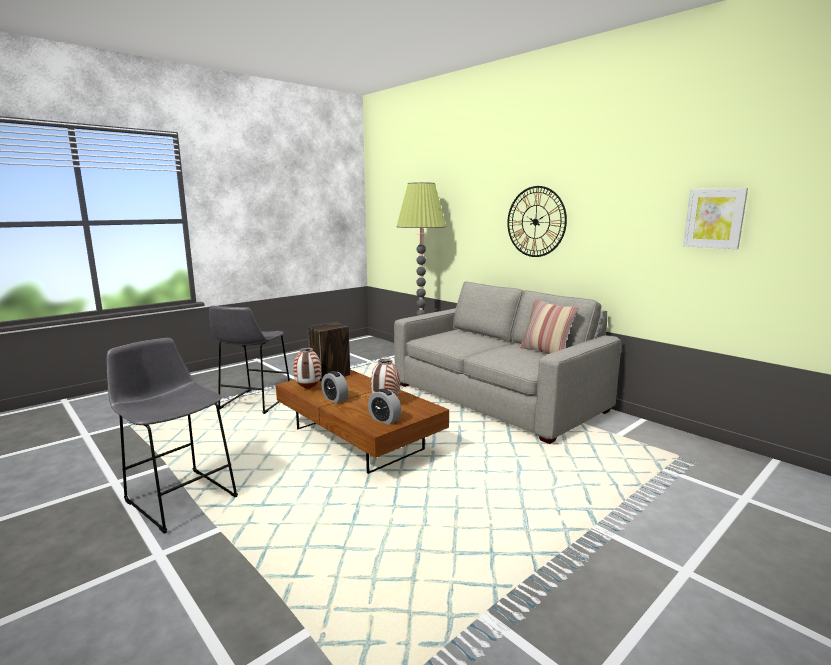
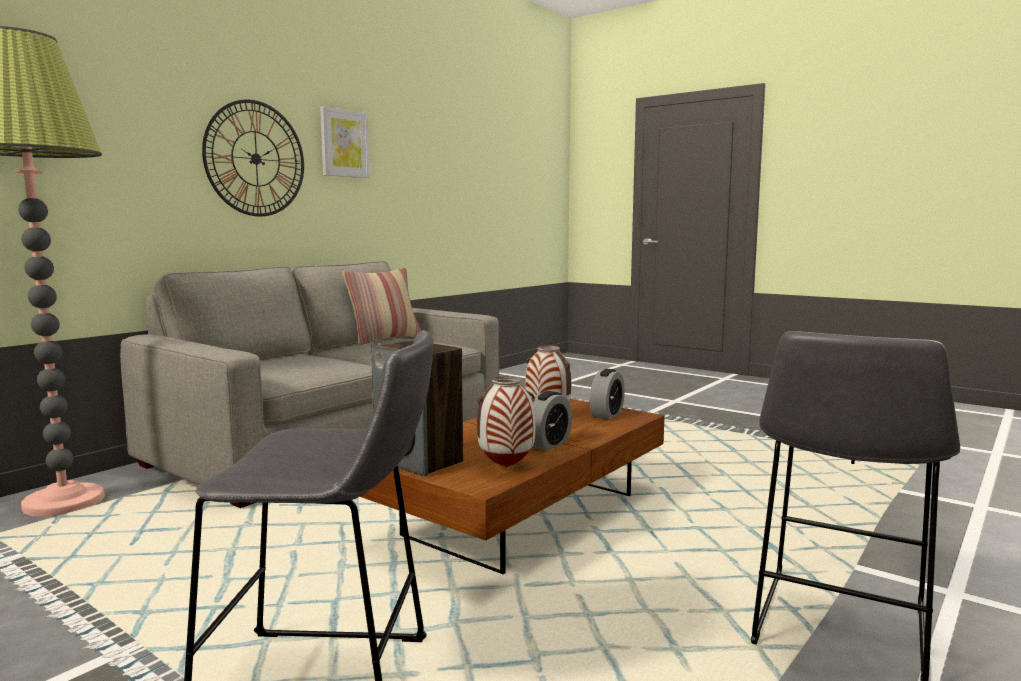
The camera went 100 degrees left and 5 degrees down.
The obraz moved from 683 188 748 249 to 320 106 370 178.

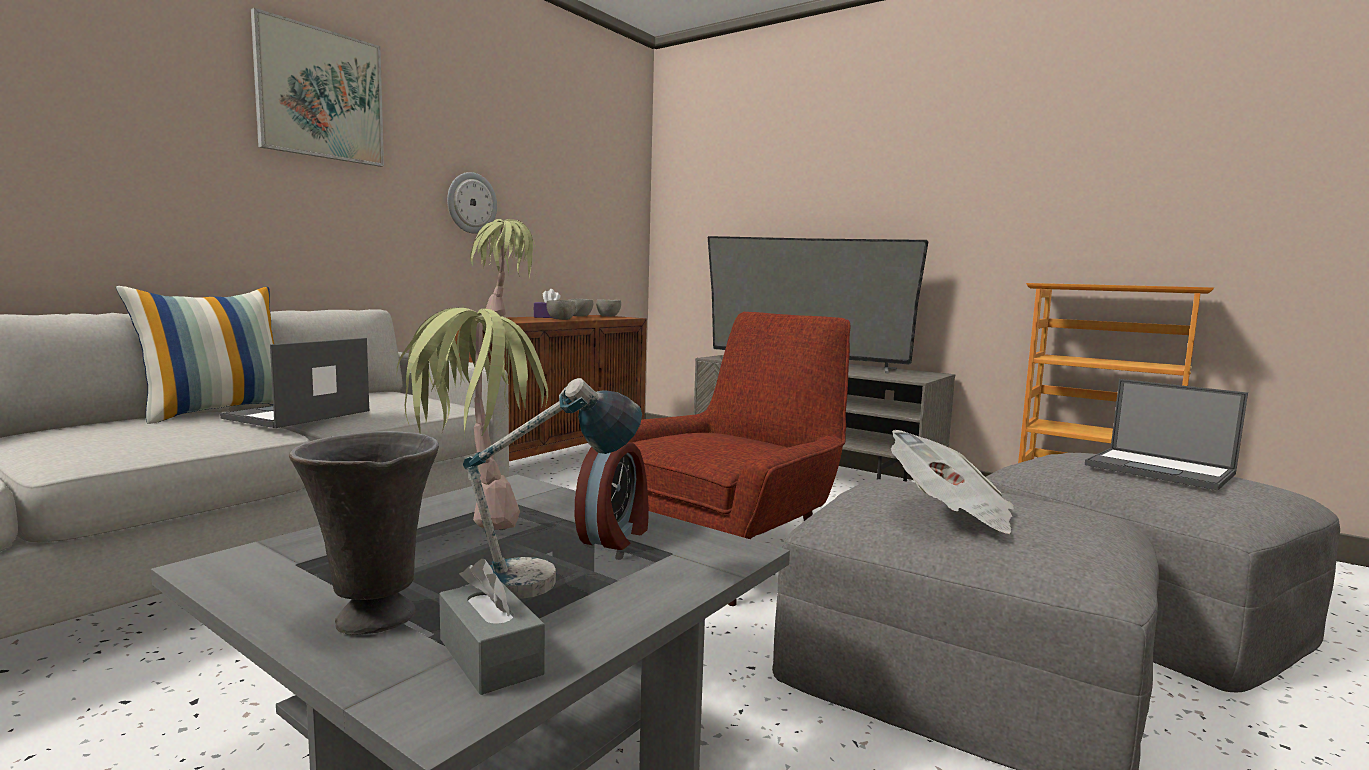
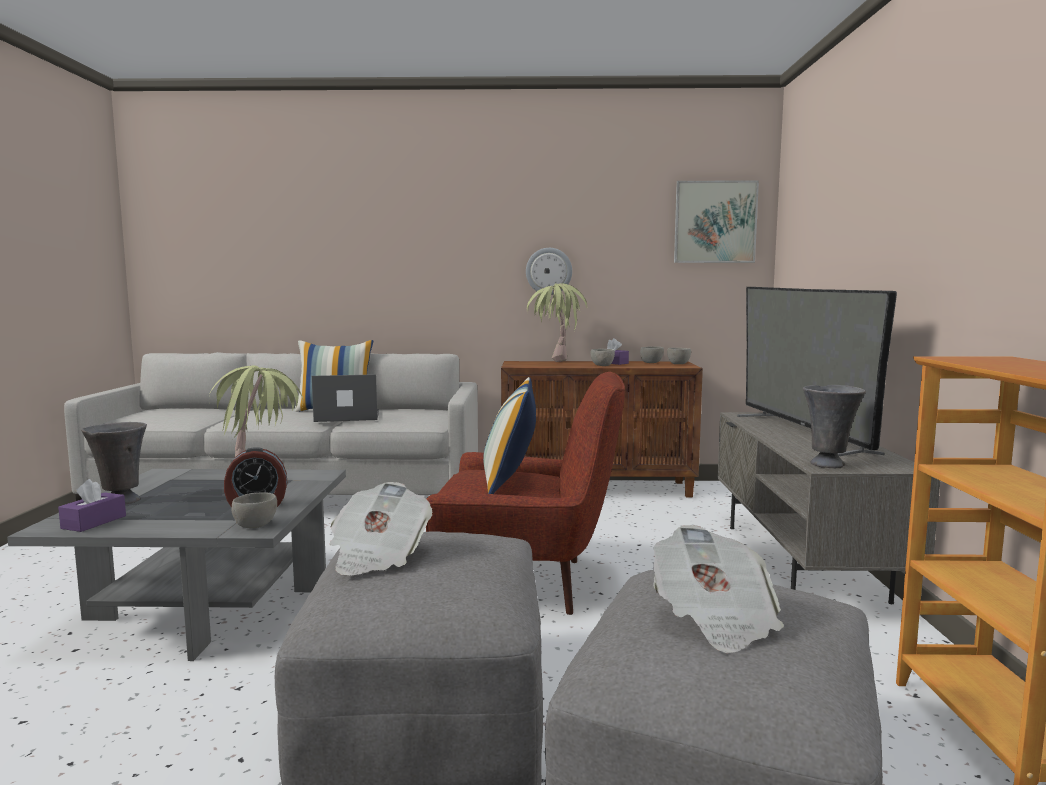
The camera went 55 degrees right and 0 degrees up.
The pudełko chusteczek/szary at 439 559 545 695 became the pudełko chusteczek/fioletowy at 58 479 126 532.
The miska/szary at 232 492 277 528 appeared.
The poduszka at 483 377 536 494 appeared.
The laptop at 1085 379 1248 490 was replaced by the gazeta at 653 525 784 653.
The obraz moved from 251 8 384 167 to 674 180 759 263.
The wazon/szary at 803 385 866 468 appeared.
The lampa stołowa at 463 378 642 599 disappeared.

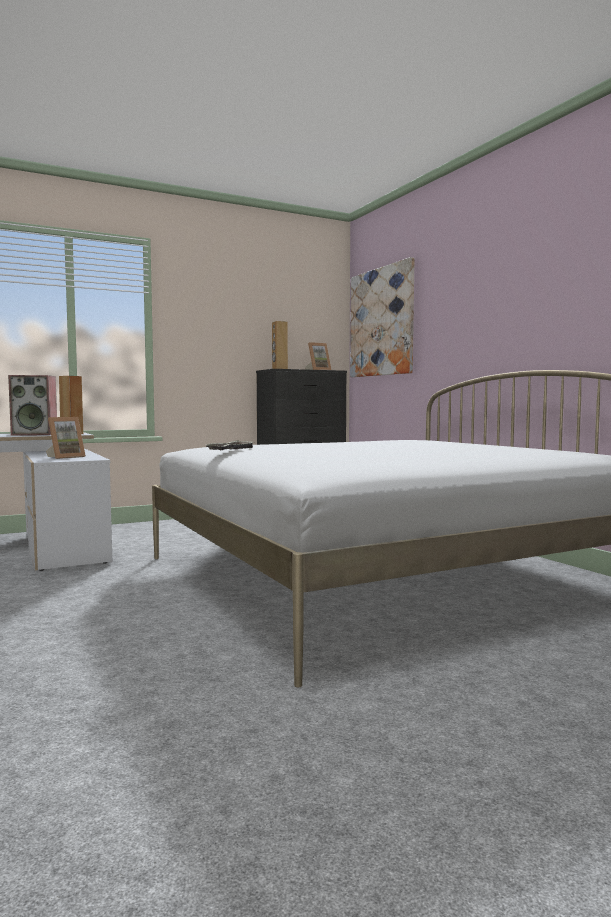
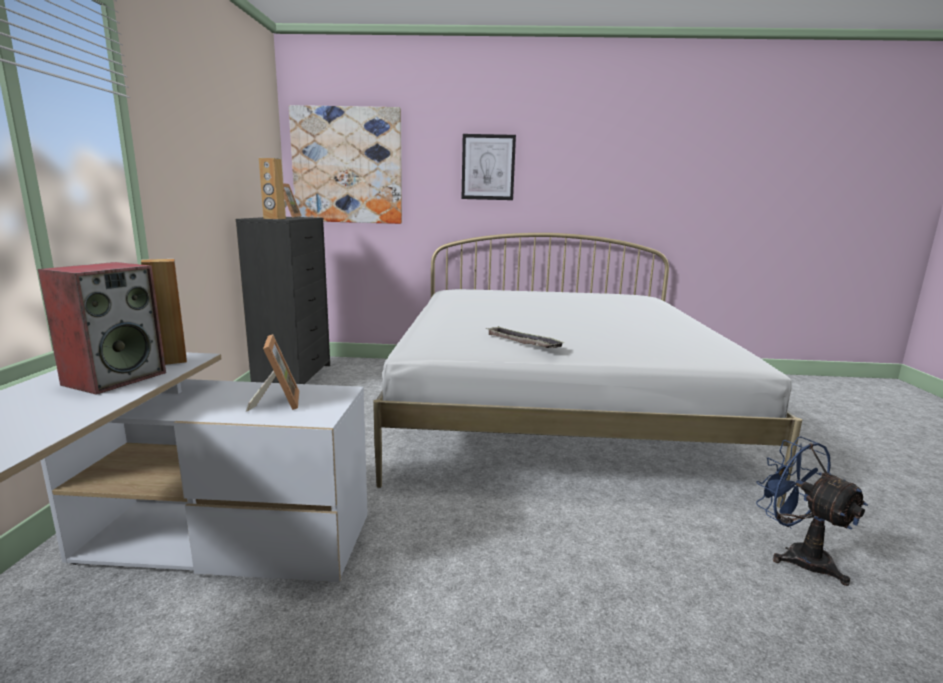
The camera went 60 degrees left and 10 degrees up.
The obraz at 462 134 516 200 appeared.
The wentylator/niebieski at 756 436 868 586 appeared.

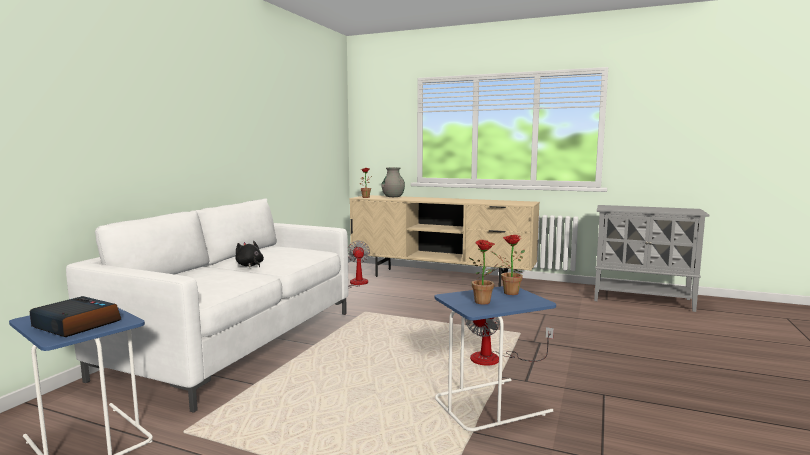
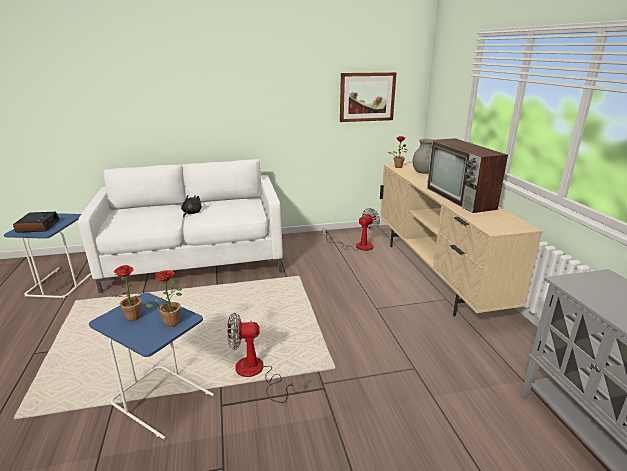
The camera went 55 degrees right and 15 degrees up.
The obraz at 340 72 396 122 appeared.
The telewizor at 427 138 508 213 appeared.

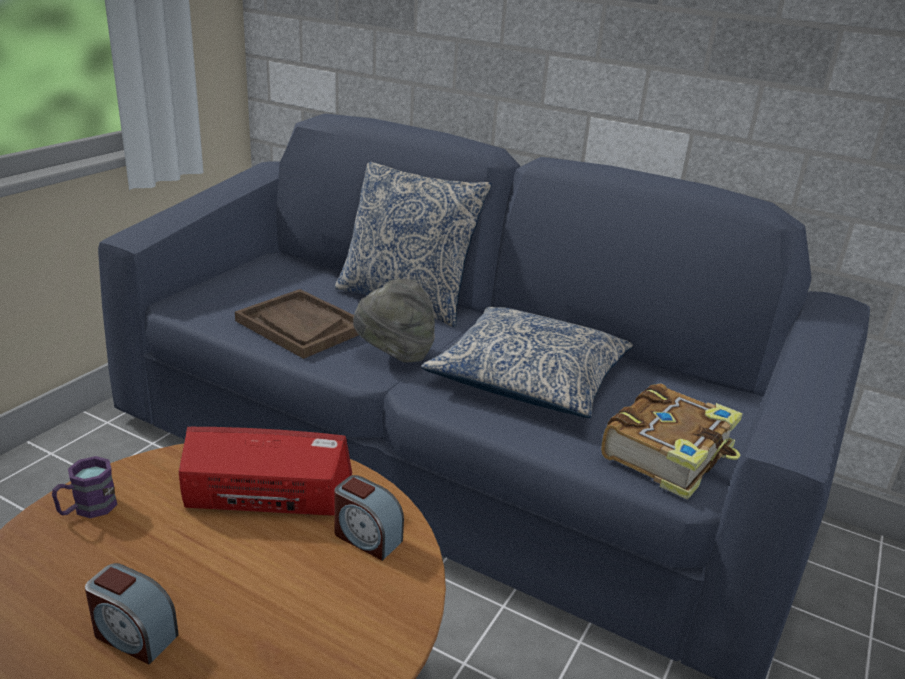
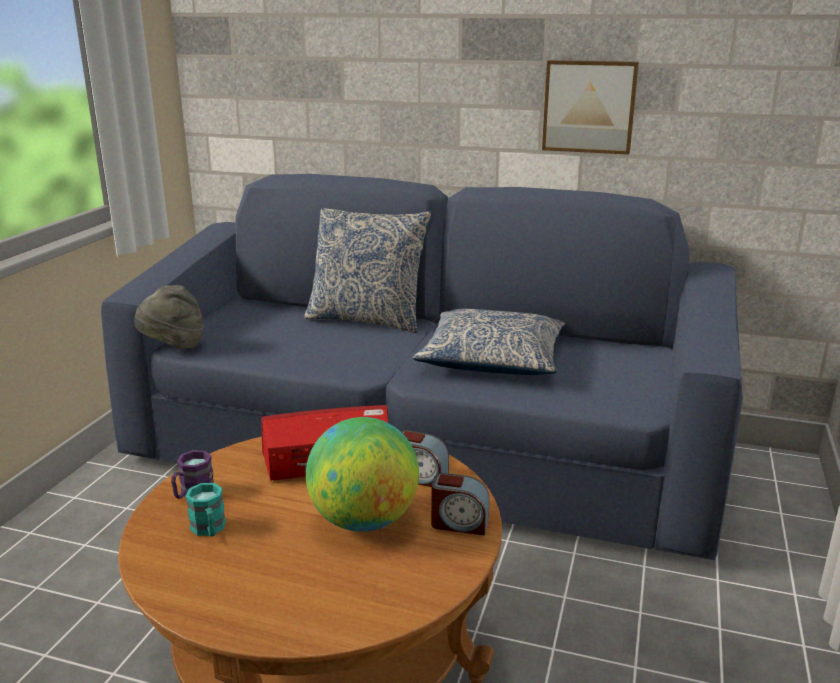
The camera went 10 degrees left and 5 degrees down.
The kapelusz/szary moved from 353 279 435 363 to 134 285 204 349.
The kubek/turkusowy at 186 483 226 537 appeared.
The globus at 306 417 419 532 appeared.
The budzik moved from 85 563 179 664 to 431 473 490 535.
The obraz at 542 60 639 155 appeared.
The taca/brązowy at 235 289 359 359 disappeared.
The książka at 601 383 743 500 disappeared.

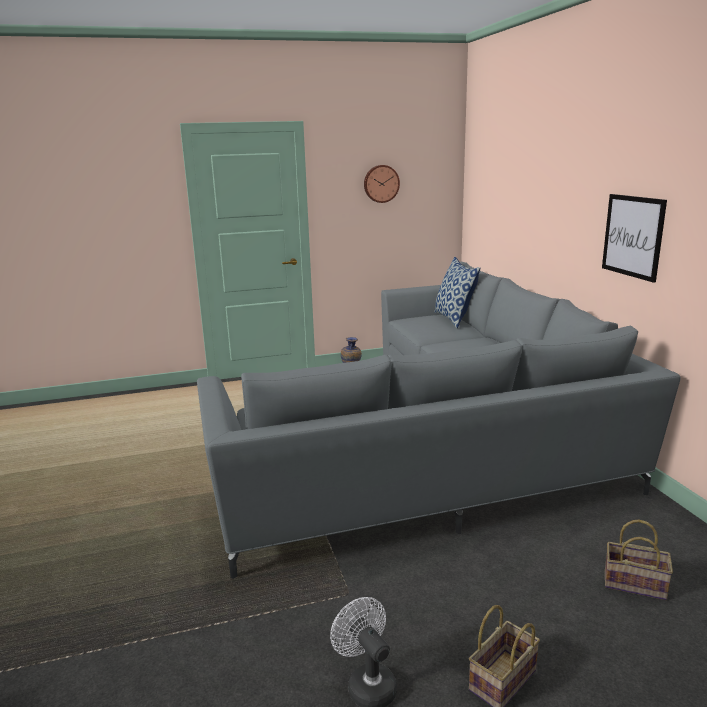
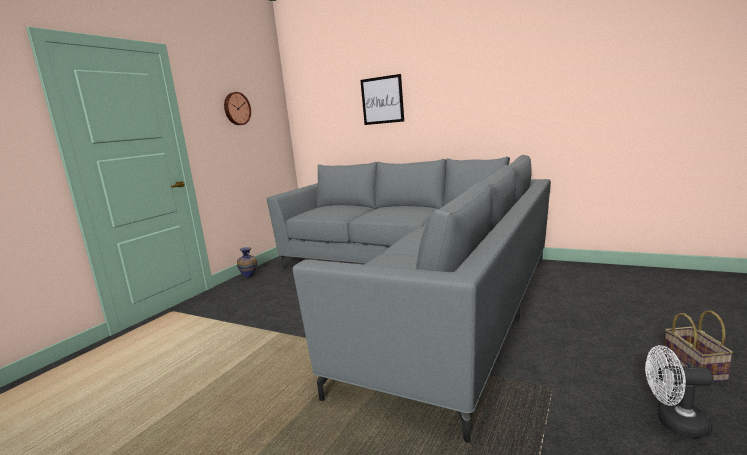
The camera went 45 degrees left and 5 degrees down.
The obraz moved from 602 194 667 283 to 360 74 404 125.
The poduszka at 434 257 480 328 disappeared.
The koszyk at 605 519 673 600 disappeared.

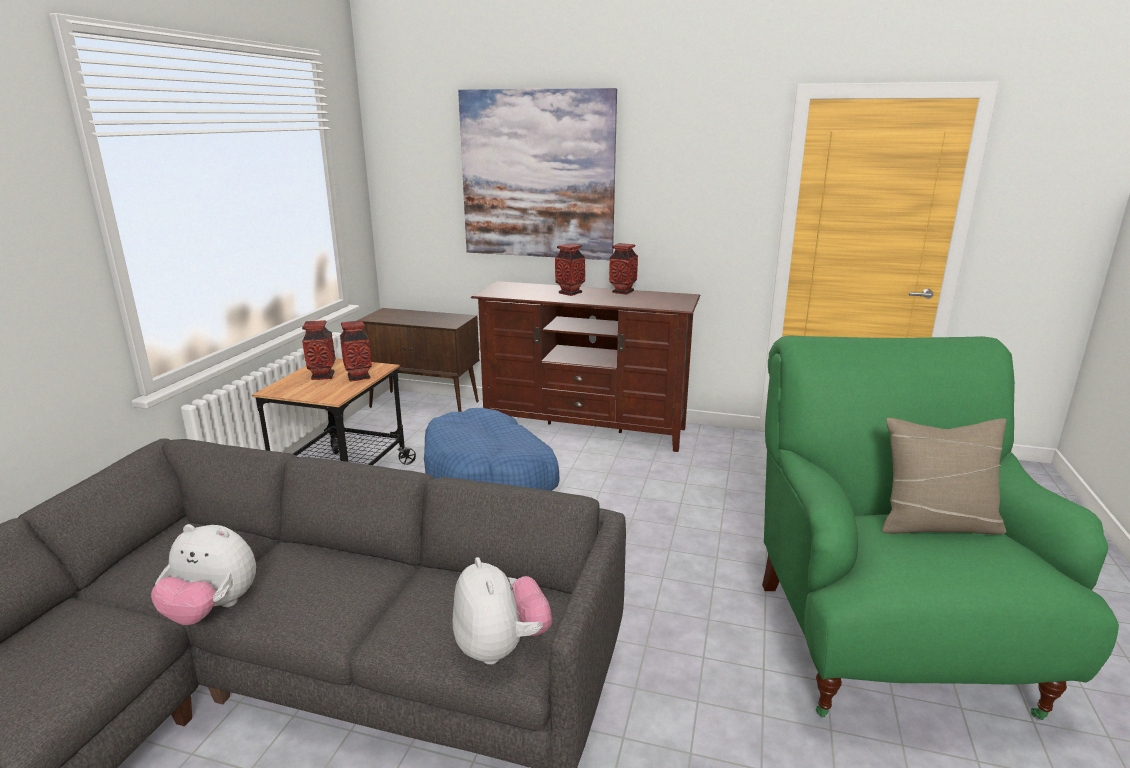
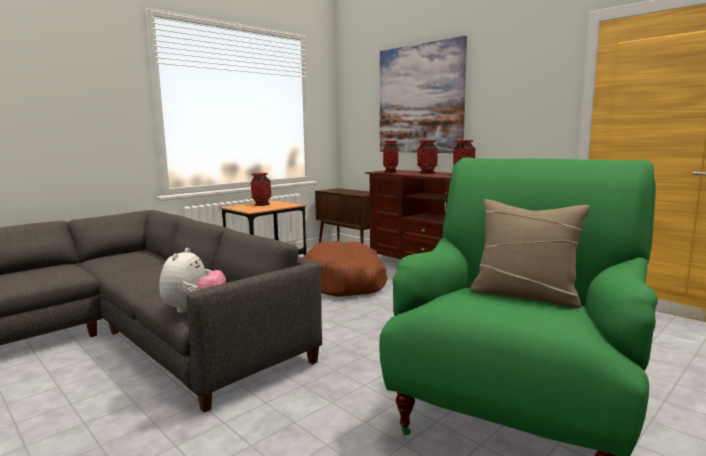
The camera went 30 degrees right and 10 degrees down.
The legowisko/niebieski at 424 408 560 491 became the legowisko/brązowy at 303 241 388 297.
The wazon moved from 340 321 372 381 to 383 140 398 173.
The pluszak at 151 524 256 625 disappeared.

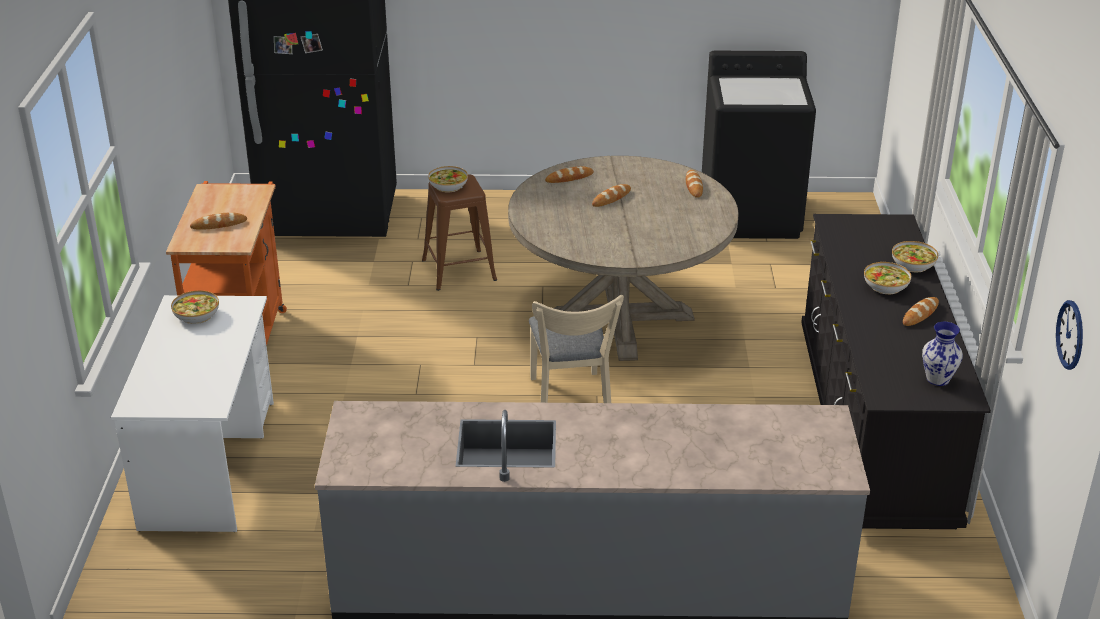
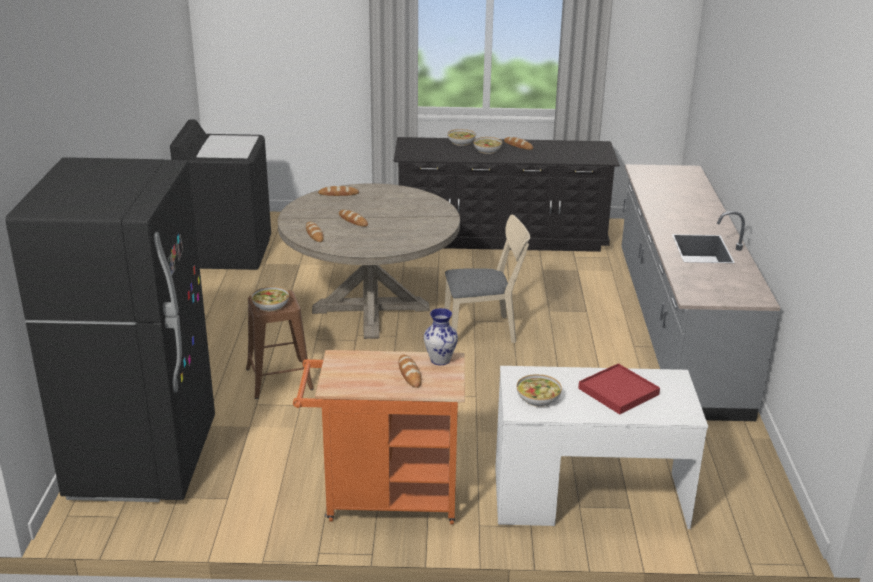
The camera went 90 degrees left and 5 degrees down.
The wazon moved from 922 322 963 386 to 424 308 458 365.
The taca/czerwony at 578 363 660 414 appeared.
The zegar ścienny at 1056 300 1083 370 disappeared.

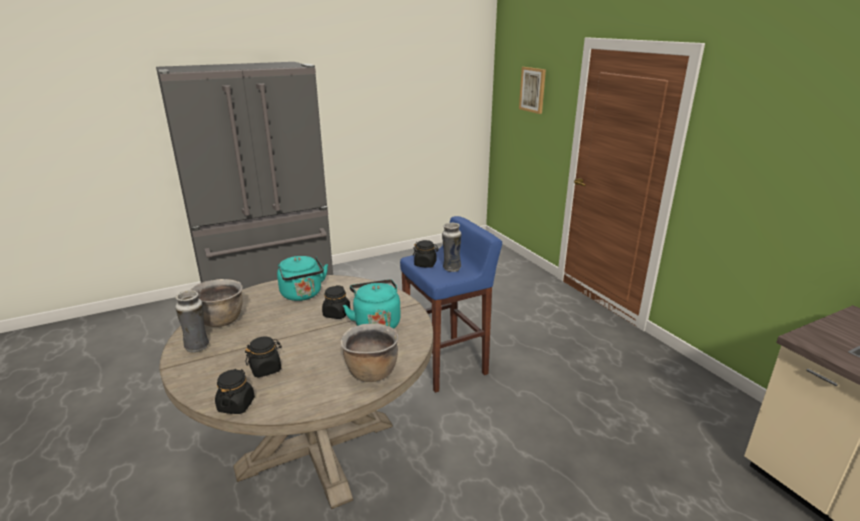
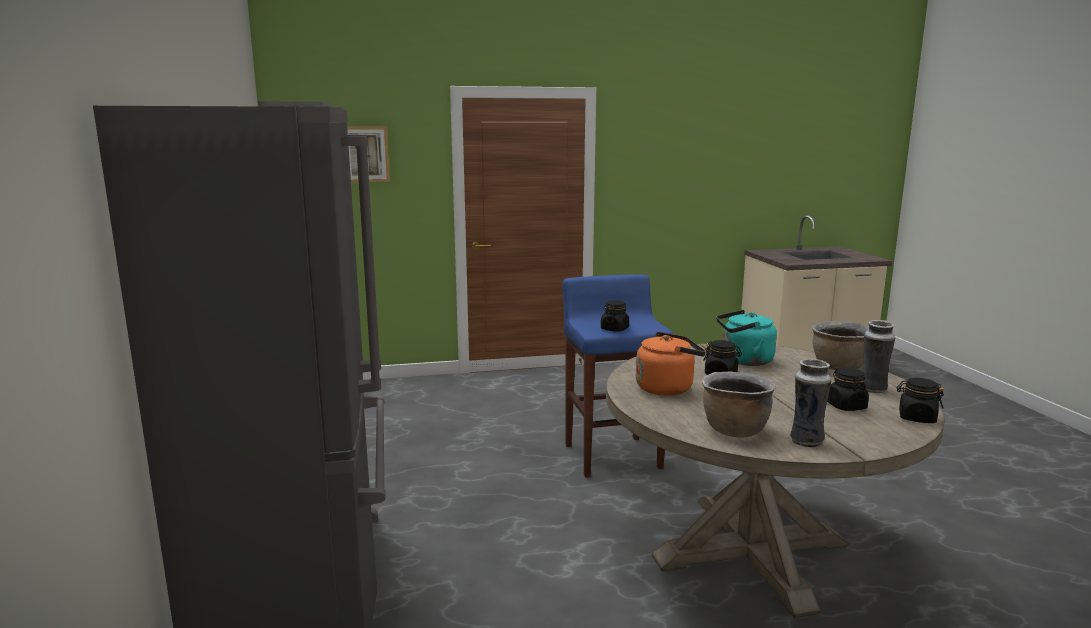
The camera went 75 degrees left and 10 degrees down.
The czajnik/turkusowy at 277 256 328 301 became the czajnik/pomarańczowy at 636 332 706 396.
The wazon moved from 442 222 461 272 to 862 320 895 393.

